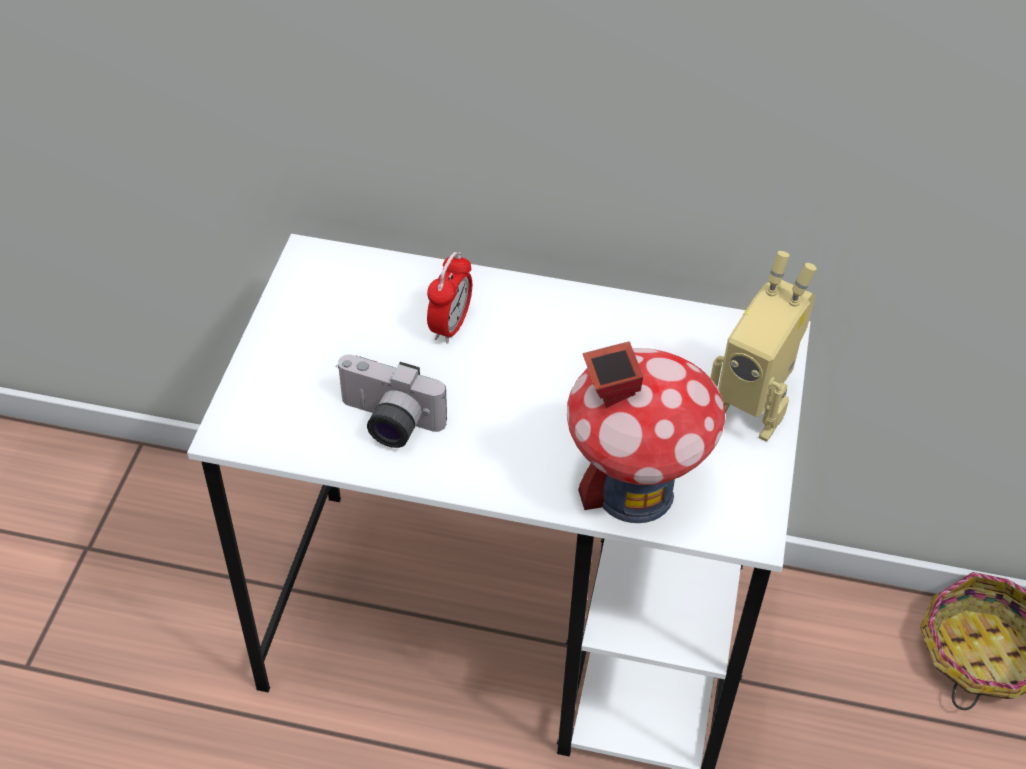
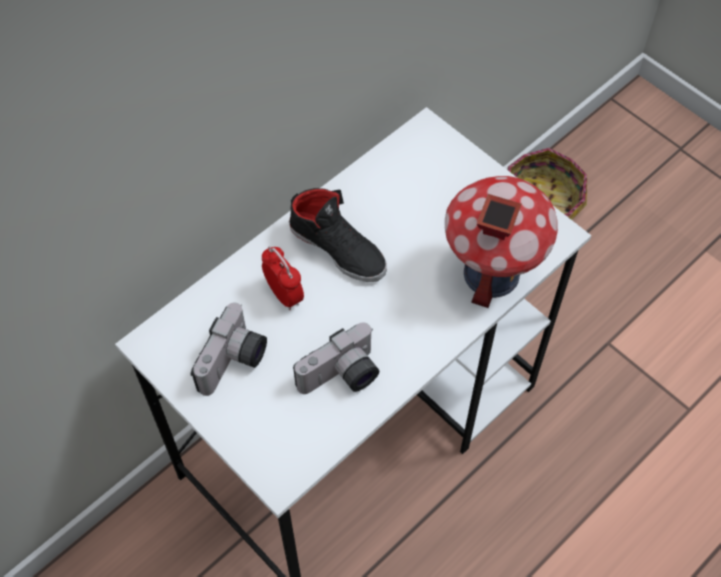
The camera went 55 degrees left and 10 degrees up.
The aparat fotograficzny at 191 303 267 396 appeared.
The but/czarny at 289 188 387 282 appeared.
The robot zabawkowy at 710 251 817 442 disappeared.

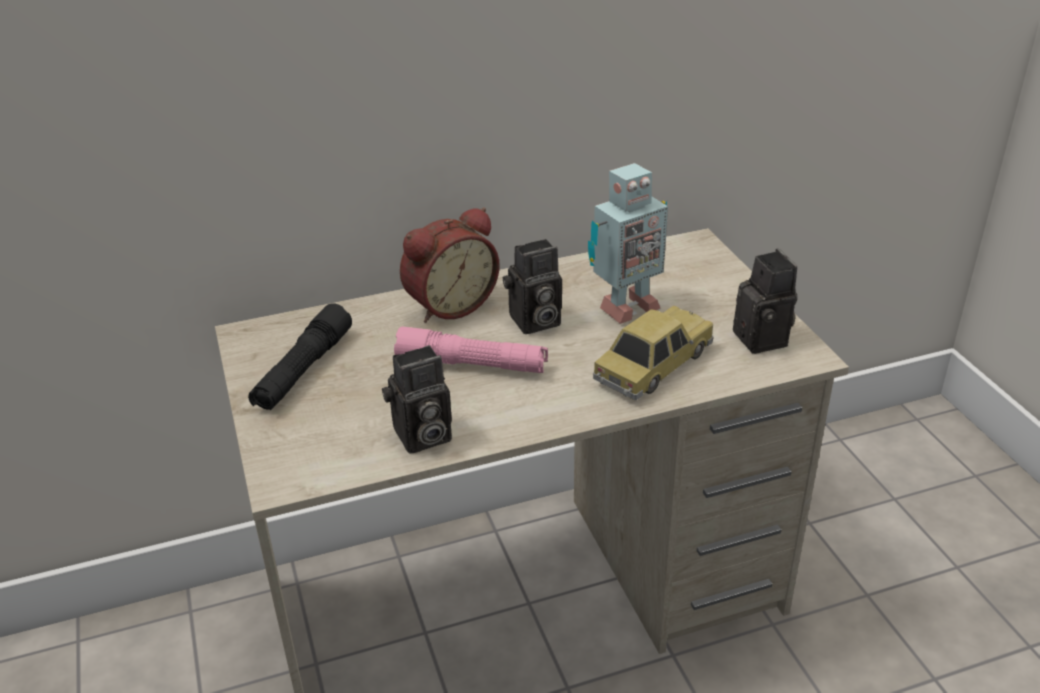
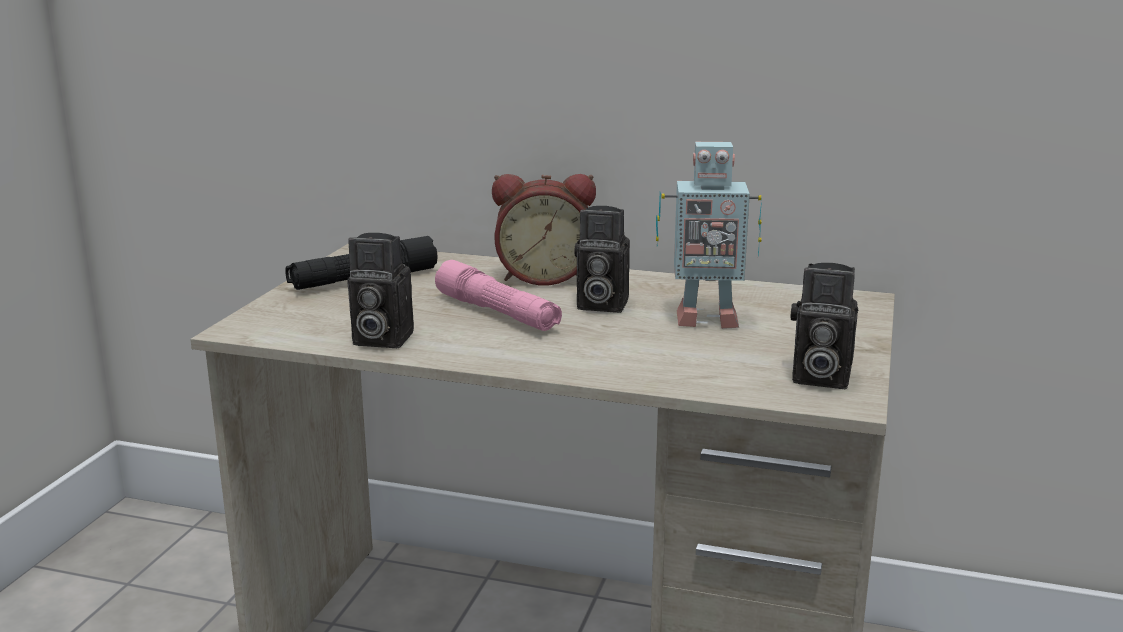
The camera went 35 degrees right and 15 degrees down.
The aparat fotograficzny at 733 248 798 354 turned 90 degrees clockwise.
The samochodzik at 593 306 713 400 disappeared.

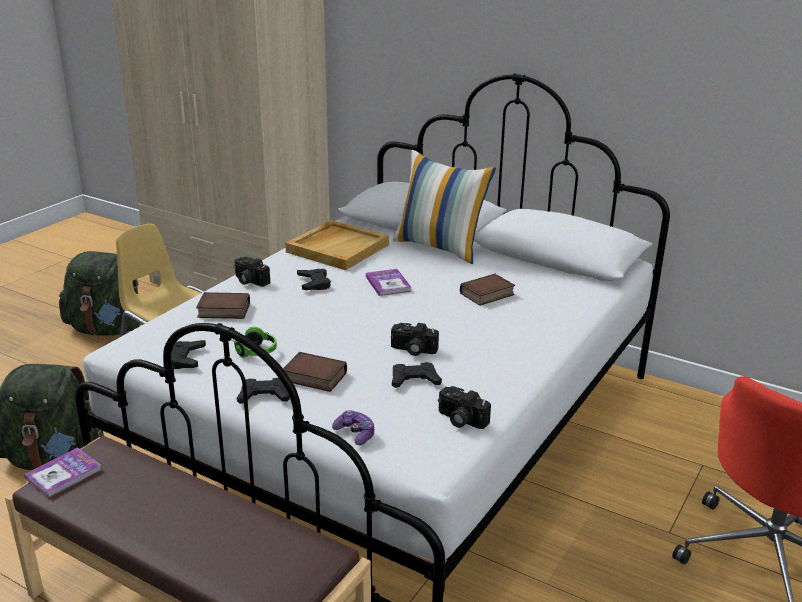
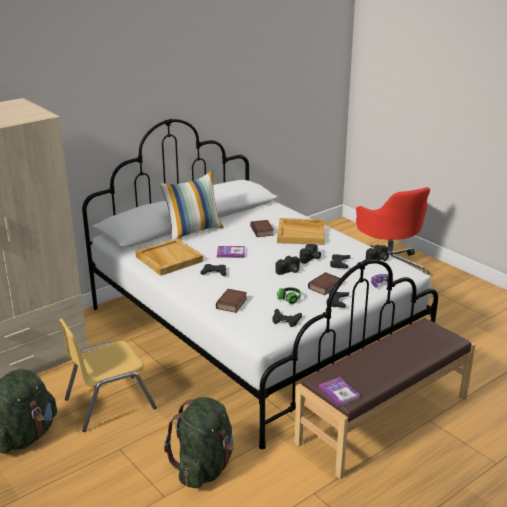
The camera went 70 degrees left and 0 degrees up.
The aparat fotograficzny moved from 233 257 270 287 to 275 256 300 275.
The taca/beżowy at 277 218 324 245 appeared.

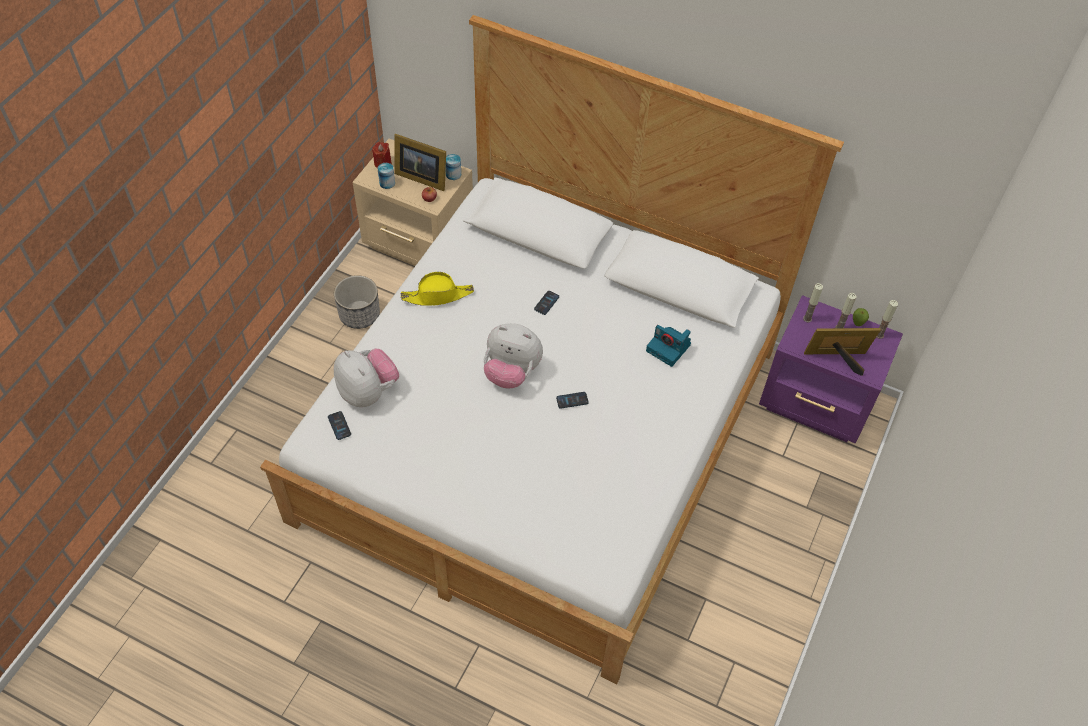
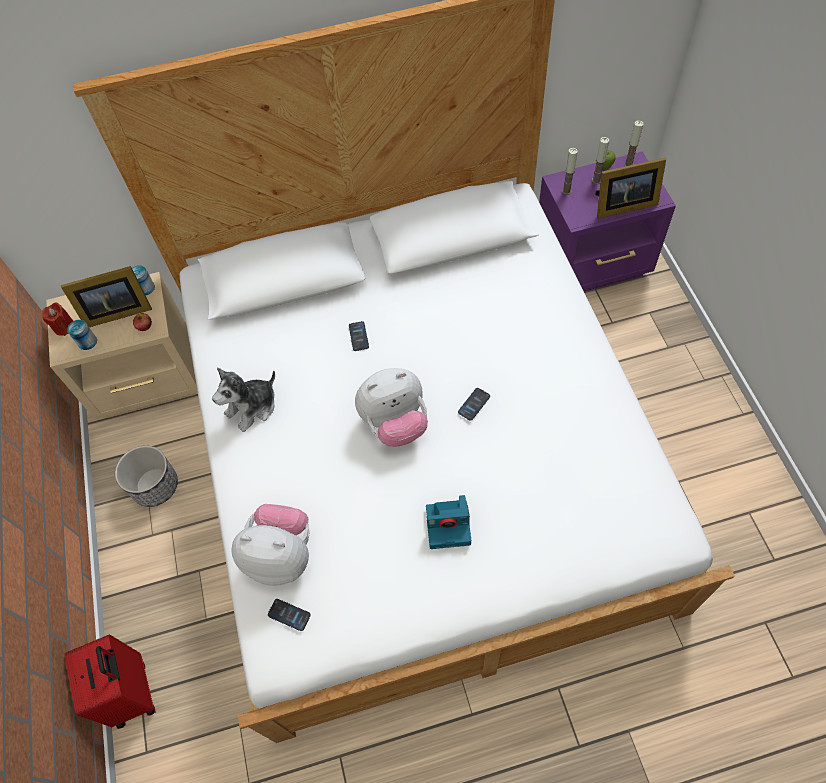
The camera went 35 degrees left and 5 degrees up.
The walizka/czerwony at 65 634 155 729 appeared.
The kapelusz/żółty at 401 272 474 306 was replaced by the pluszak at 212 368 275 432.
The aparat fotograficzny moved from 646 325 691 367 to 426 495 471 549.
The ramka na zdjęcie at 804 328 881 376 turned 150 degrees counterclockwise.

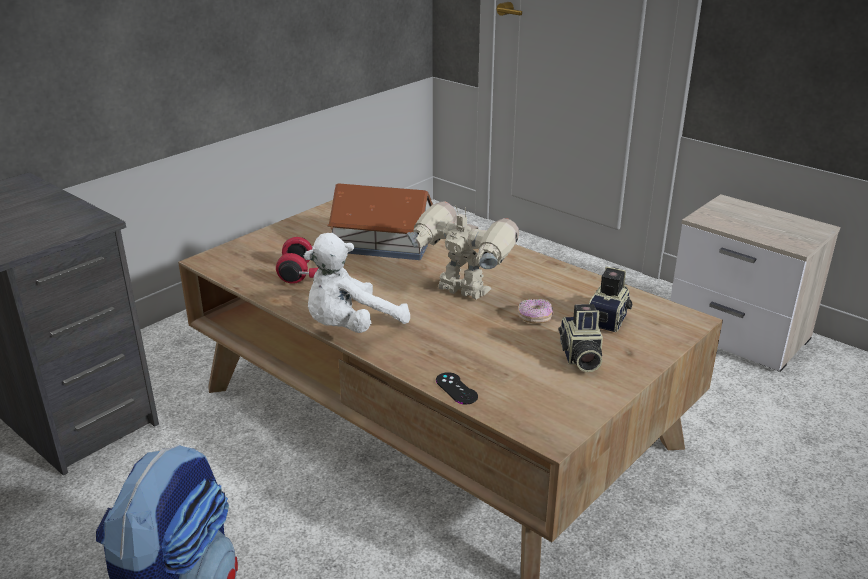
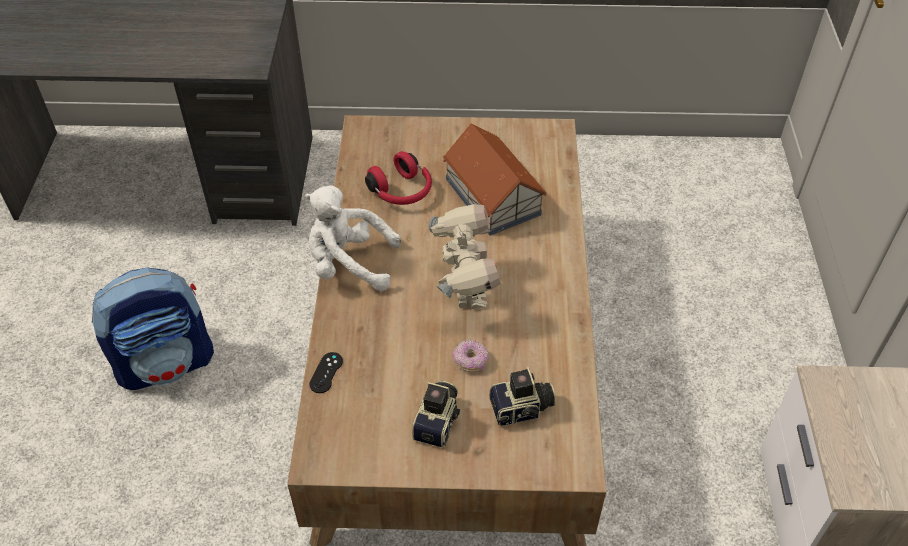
The camera went 50 degrees right and 20 degrees up.
The aparat fotograficzny at 559 304 603 372 turned 150 degrees clockwise.

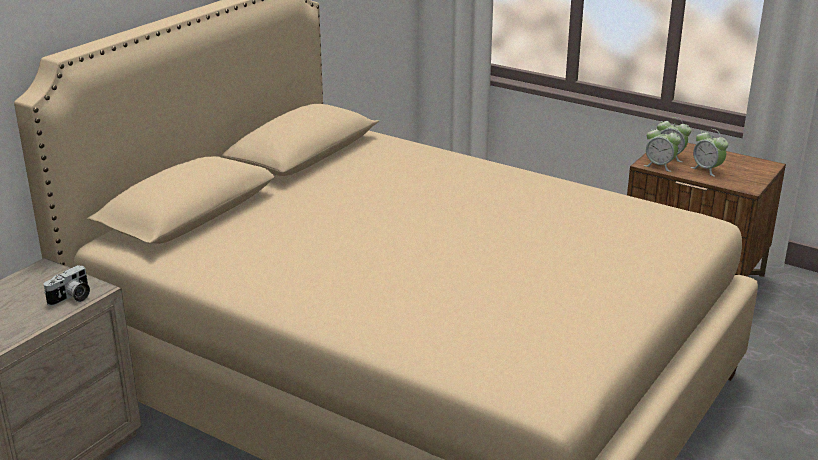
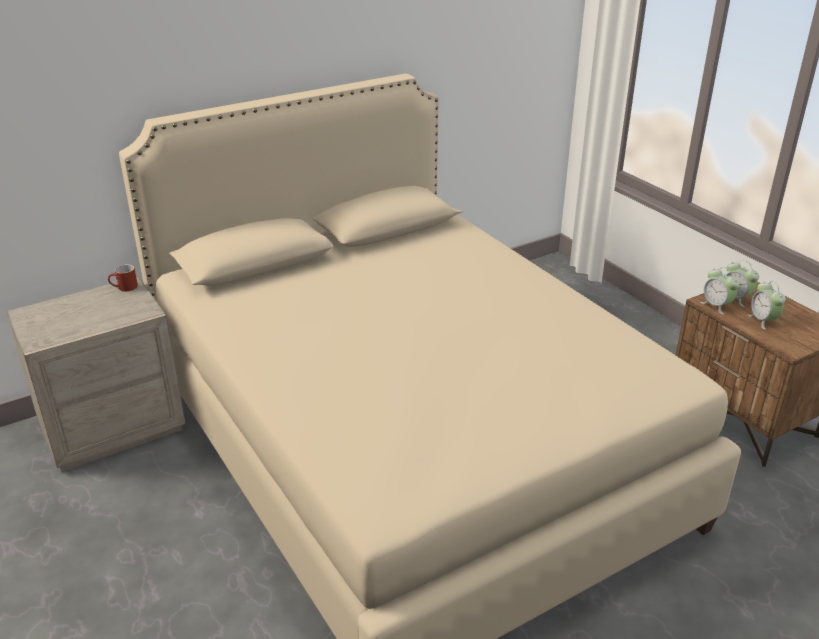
The camera went 25 degrees right and 5 degrees up.
The kubek/czerwony at 108 264 138 292 appeared.
The aparat fotograficzny at 44 265 90 306 disappeared.

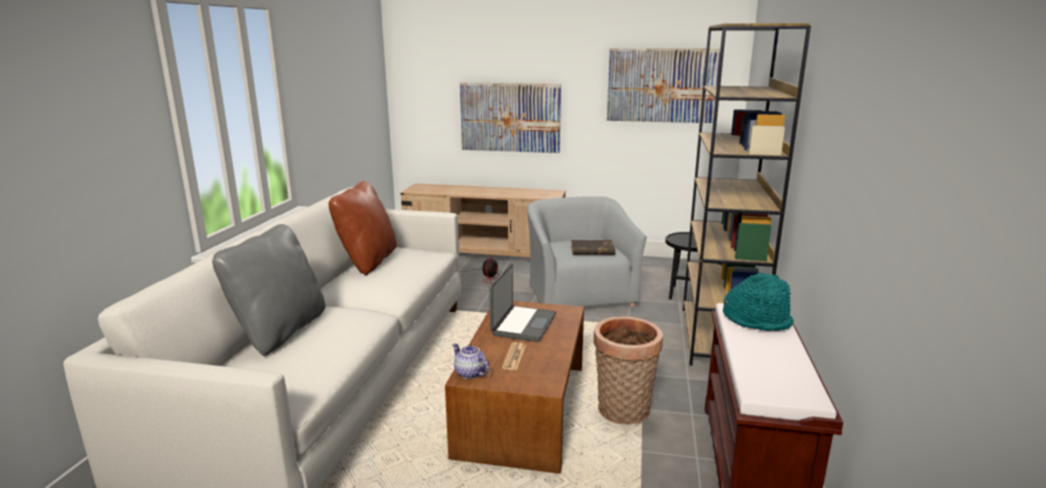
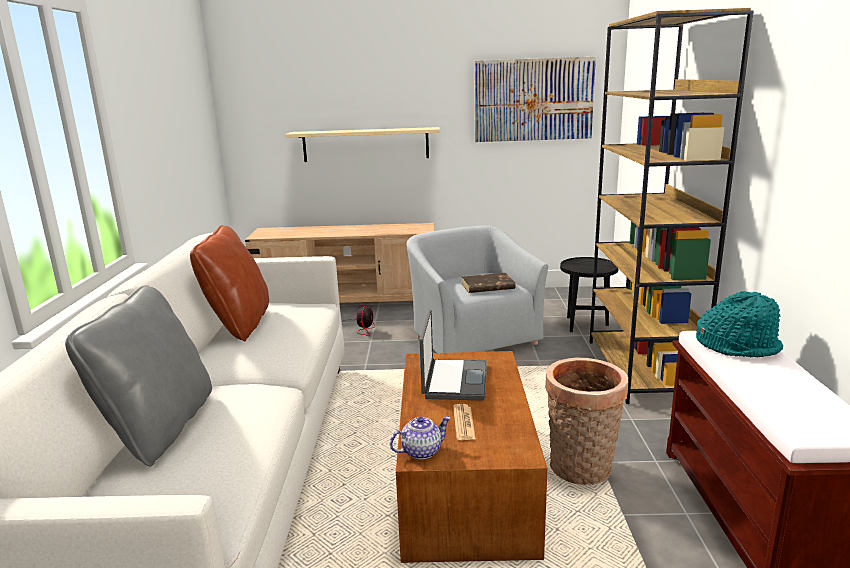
The camera went 10 degrees left and 0 degrees up.
The obraz at 460 82 561 153 was replaced by the półka/beżowy at 285 127 440 162.
The imbryk at 452 343 489 379 turned 120 degrees clockwise.

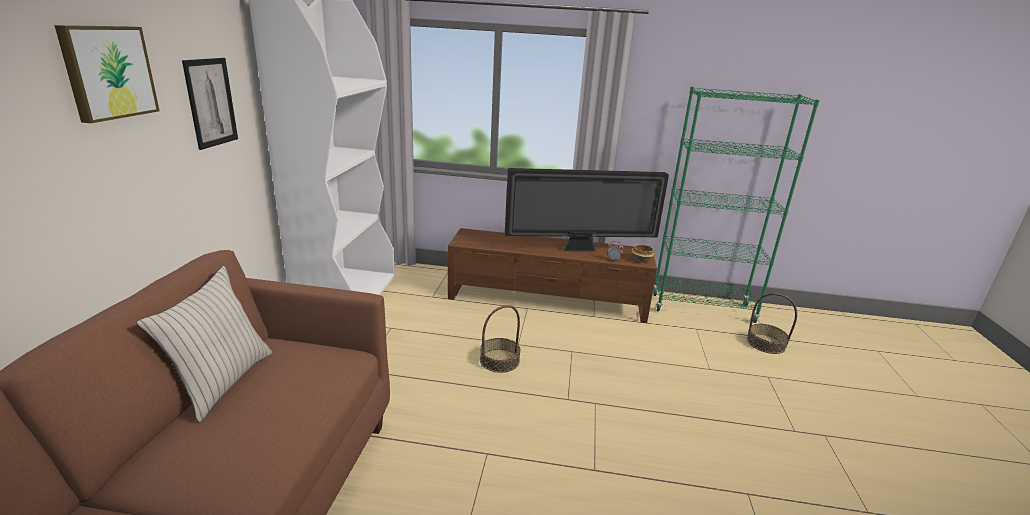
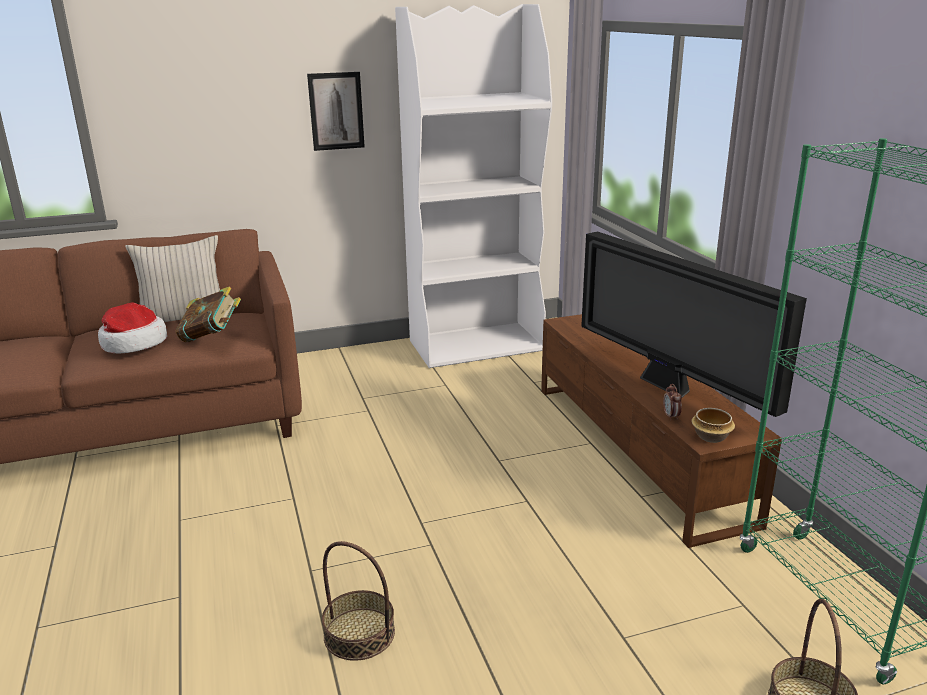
The camera went 65 degrees right and 0 degrees up.
The kapelusz at 98 302 167 353 appeared.
The książka at 176 286 241 342 appeared.
The koszyk moved from 480 305 521 373 to 322 541 395 661.
The obraz at 54 25 160 123 disappeared.

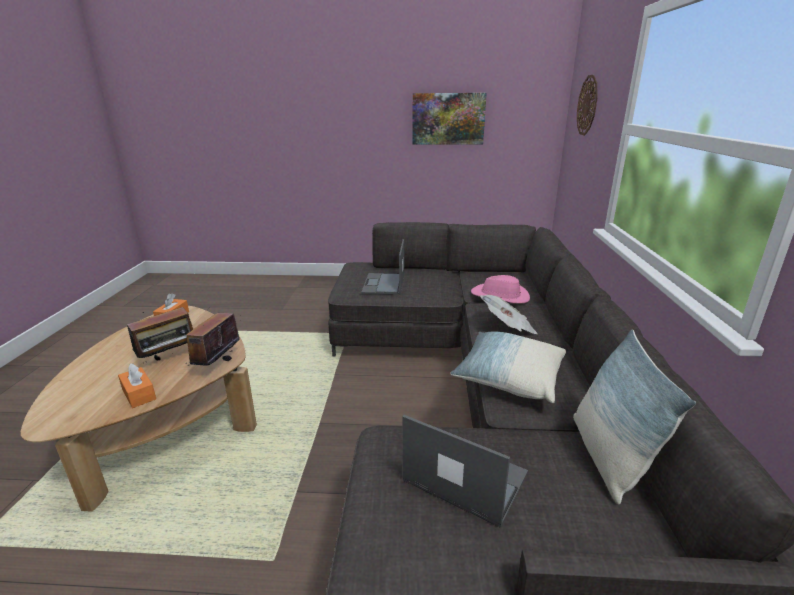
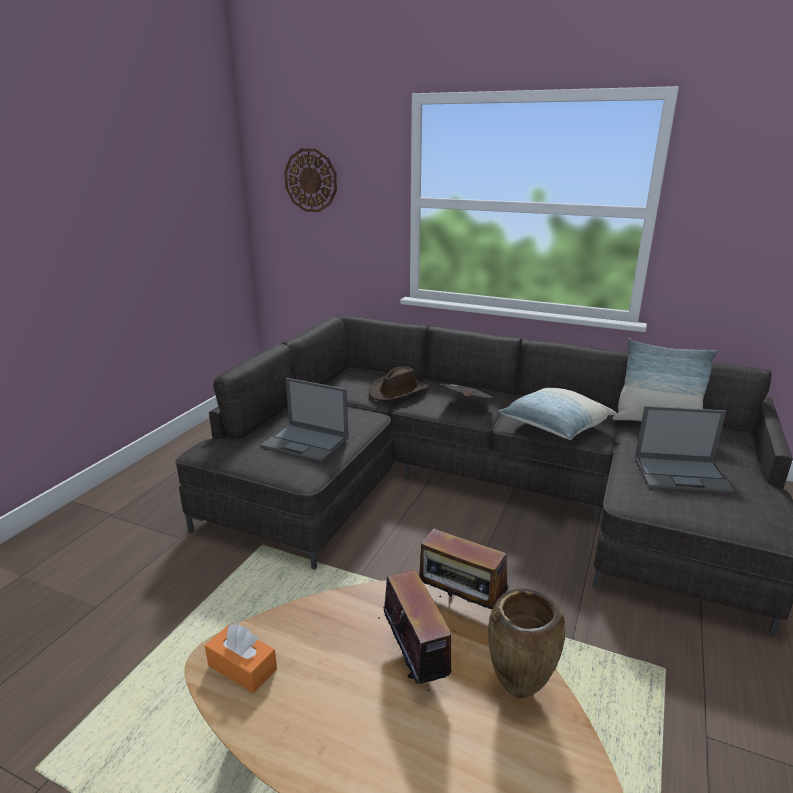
The camera went 70 degrees left and 0 degrees up.
The kapelusz/różowy at 471 275 530 303 became the kapelusz/brązowy at 369 366 428 401.
The pudełko chusteczek/pomarańczowy at 118 363 156 408 was replaced by the wazon/brązowy at 488 589 565 698.
The laptop at 403 415 528 528 turned 135 degrees counterclockwise.
The obraz at 412 93 487 145 disappeared.

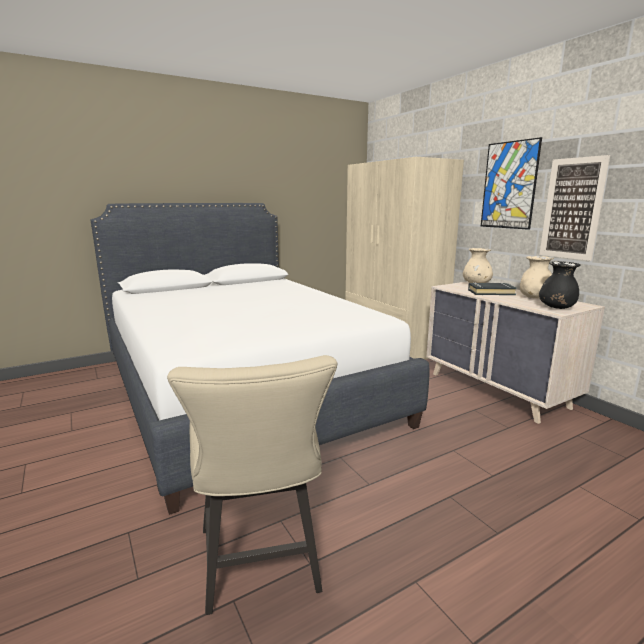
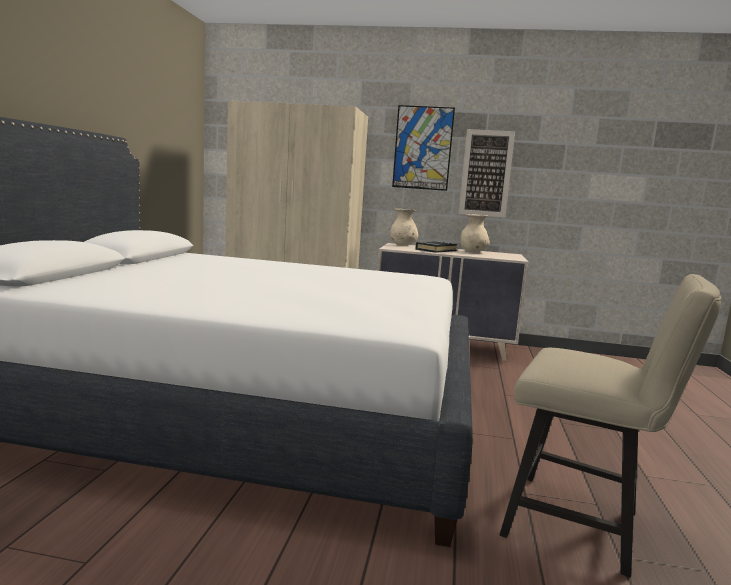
The camera went 50 degrees left and 5 degrees down.
The wazon/czarny at 539 261 581 309 disappeared.

